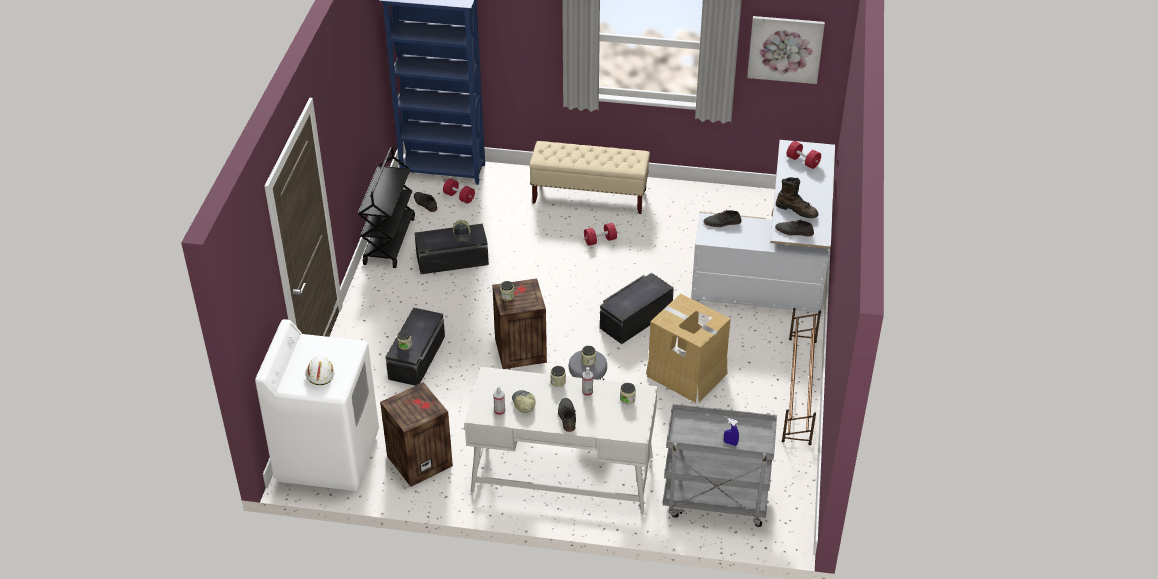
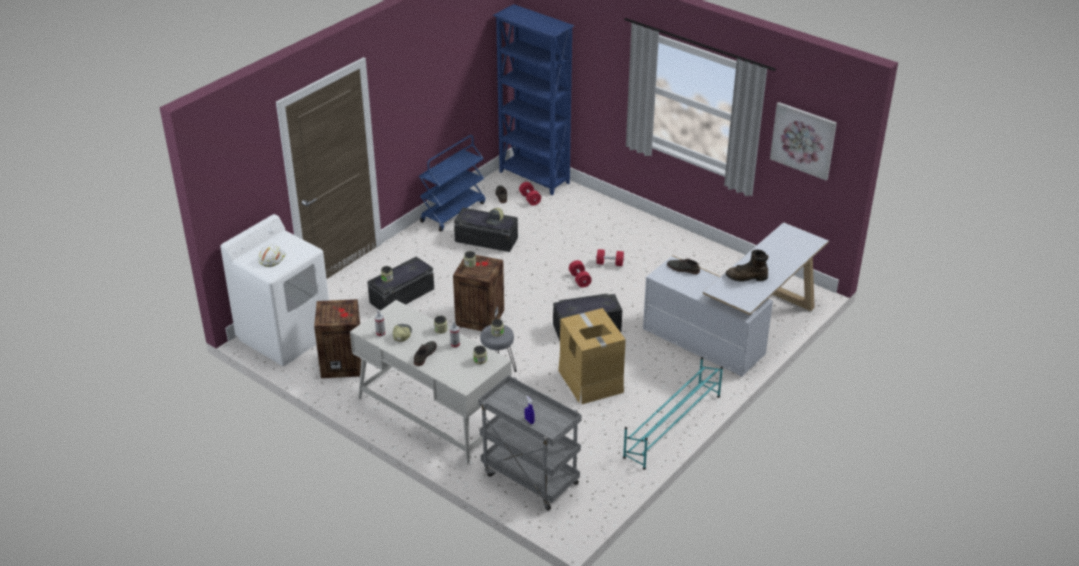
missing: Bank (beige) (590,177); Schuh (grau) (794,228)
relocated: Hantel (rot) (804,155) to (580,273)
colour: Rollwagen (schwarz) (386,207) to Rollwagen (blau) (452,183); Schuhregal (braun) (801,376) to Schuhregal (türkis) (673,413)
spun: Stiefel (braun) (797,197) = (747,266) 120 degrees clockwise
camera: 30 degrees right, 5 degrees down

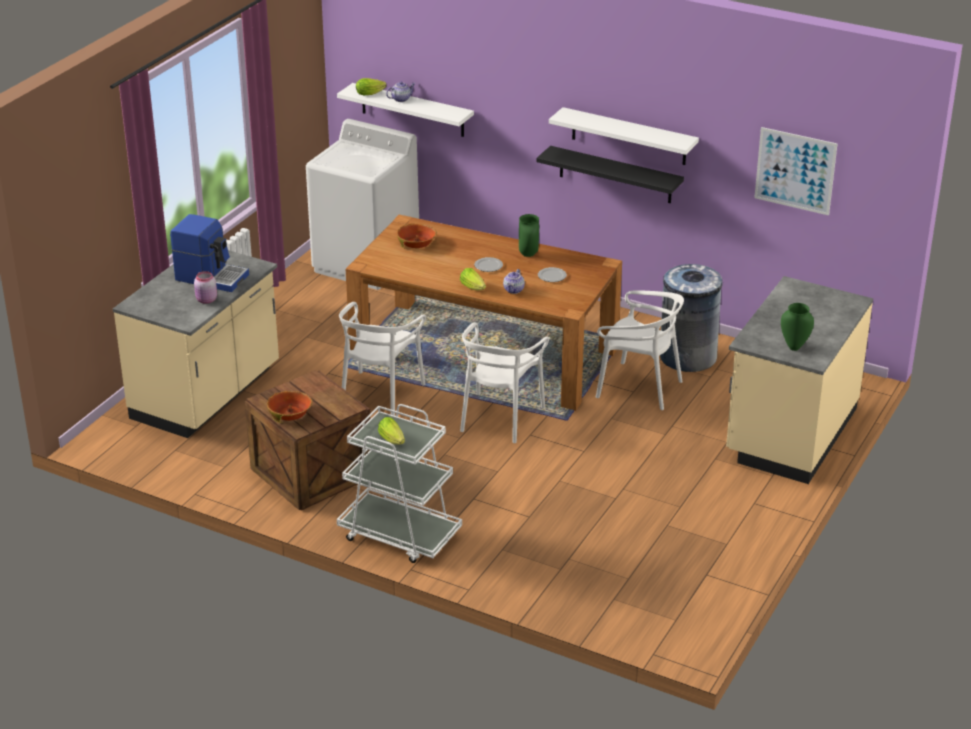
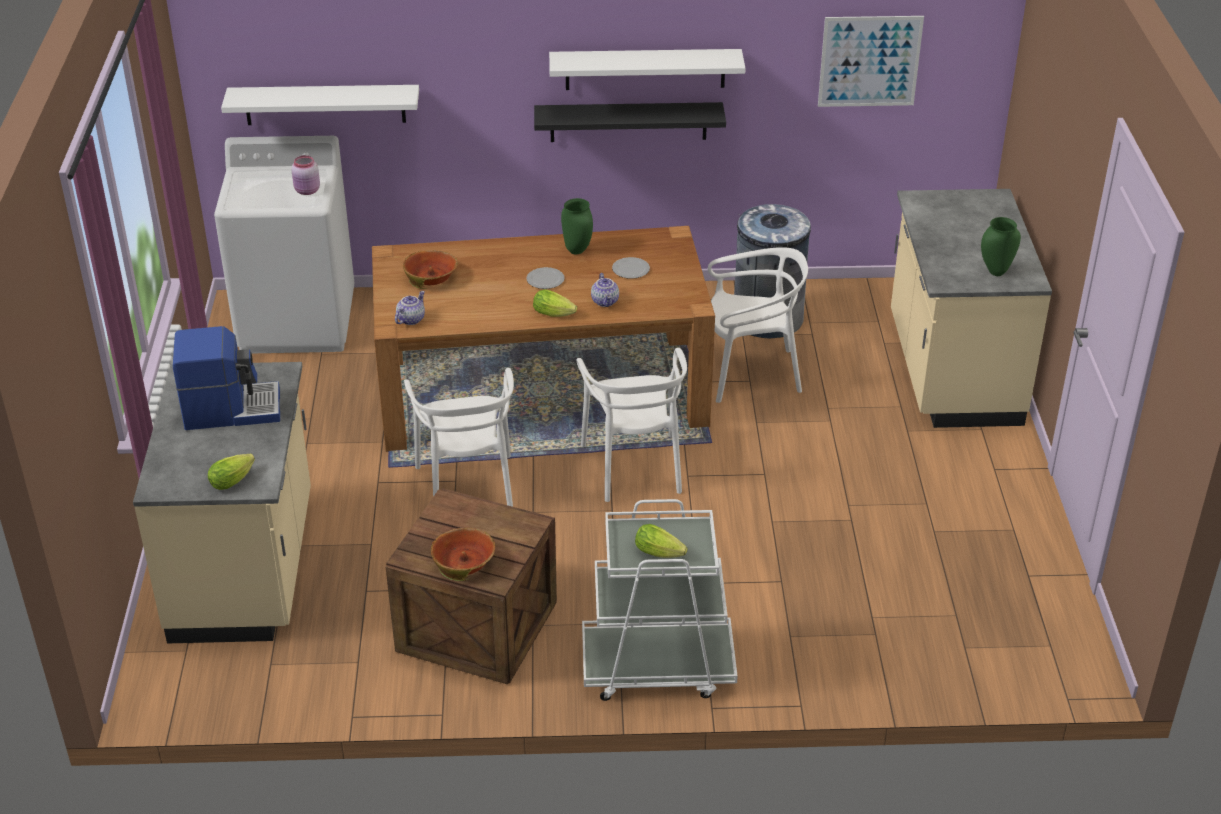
relocated: Salatkopf (371,86) to (231,472); Vorratsglas (rosa) (205,287) to (305,175); Teekanne (401,91) to (410,308)
camera: 30 degrees left, 5 degrees up

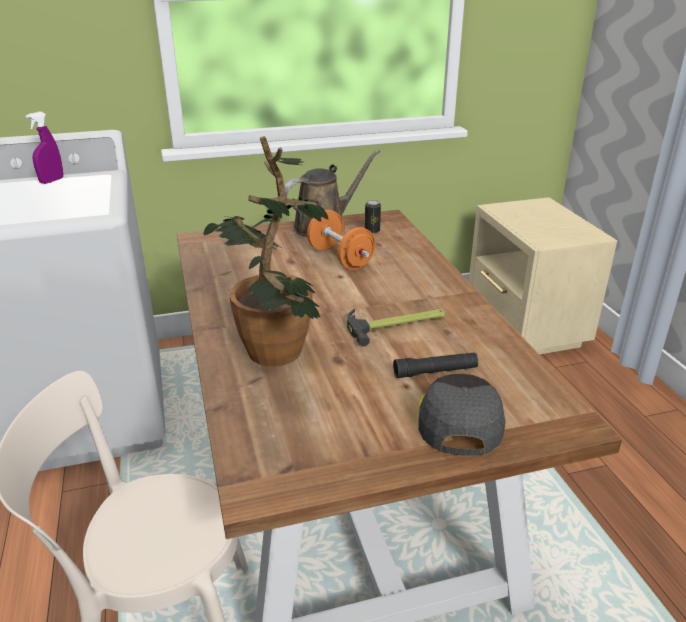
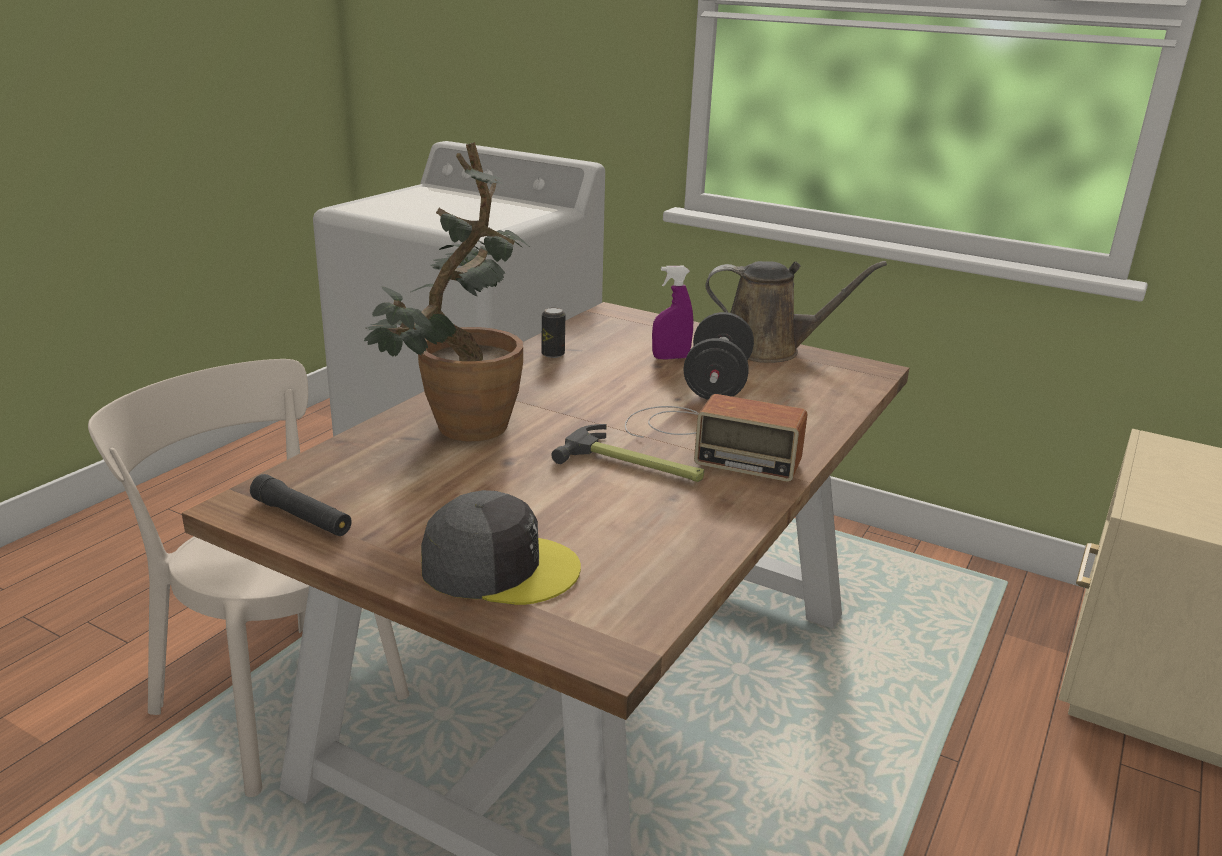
appeared: Radio (716,438)
relocated: Taschenlampe (schwarz) (435,365) to (301,505); Dose (373,217) to (553,332); Sprühflasche (lila) (44,147) to (672,313)
colour: Hantel (orange) (341,240) to Hantel (schwarz) (719,356)
spun: Kappe (grau) (462,415) = (501,547) 45 degrees clockwise
camera: 45 degrees right, 5 degrees down

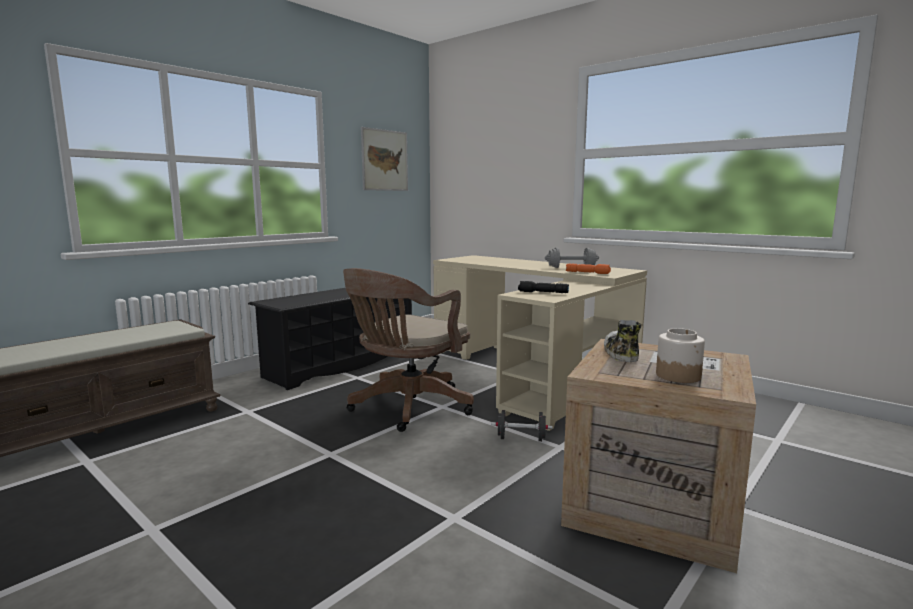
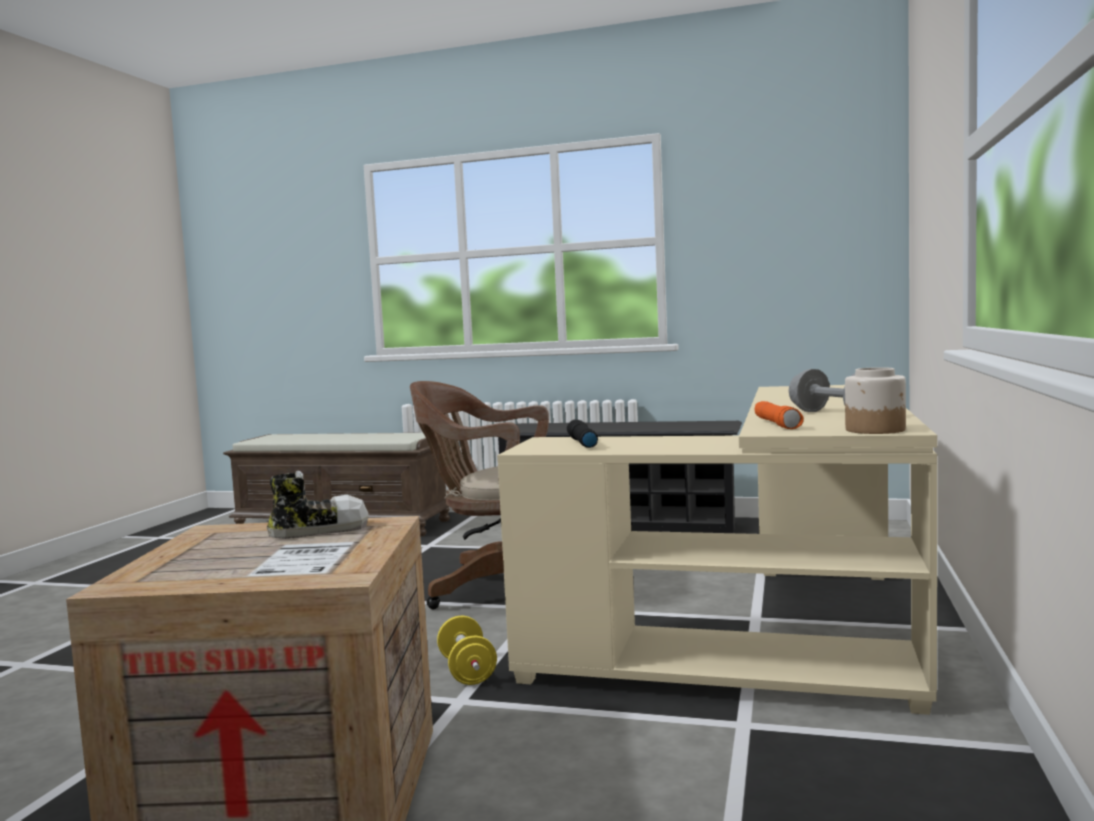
missing: Bild (384,159)
relocated: Vorratsglas (680,355) to (875,400)
colour: Hantel (schwarz) (522,426) to Hantel (gelb) (467,650)
camera: 65 degrees right, 5 degrees down

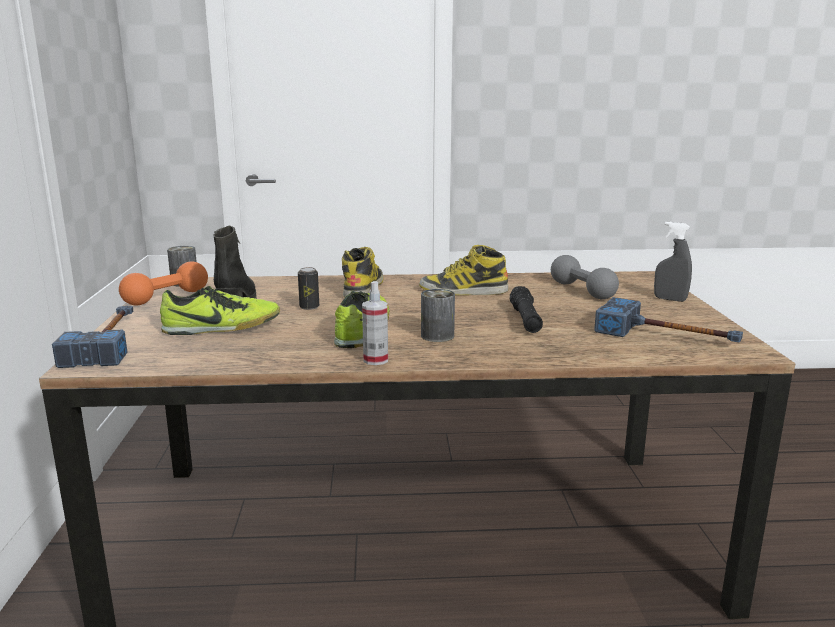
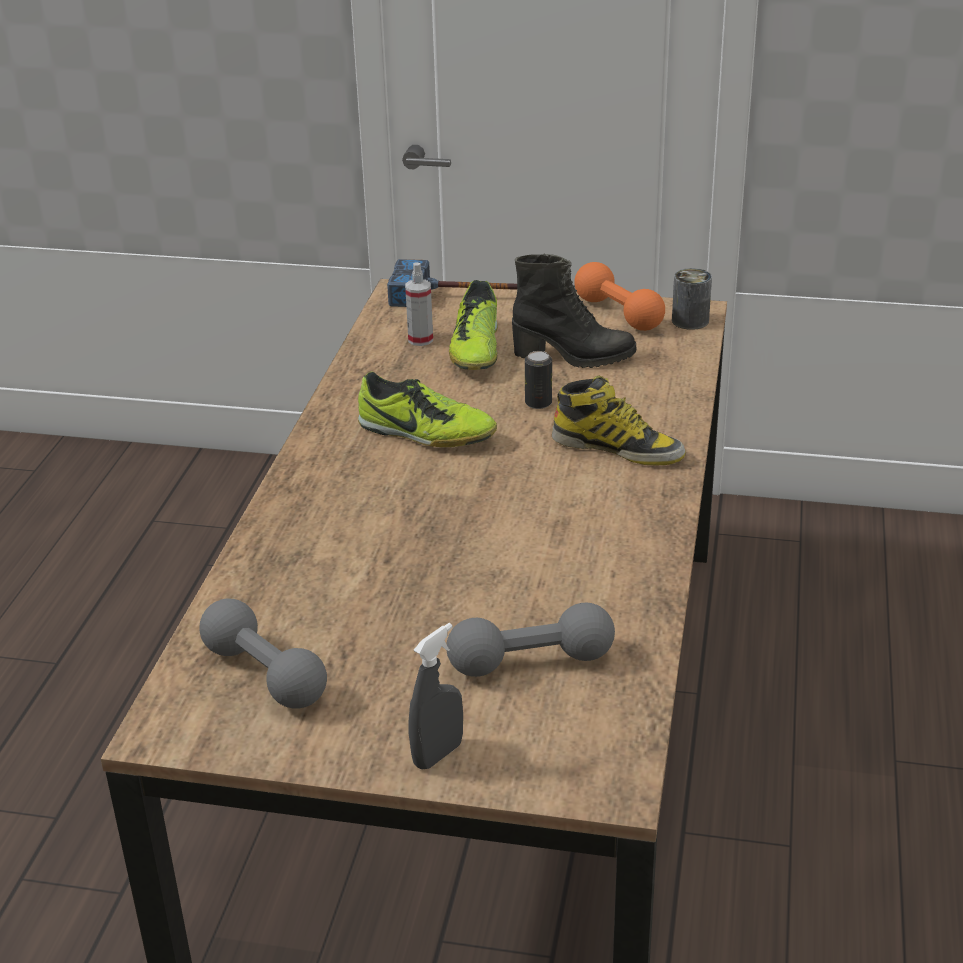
missing: Stiefel (464,270); Dose (438,315); Taschenlampe (schwarz) (526,309)
relocated: Sprühflasche (375,323) to (419,304)
exchanged: Hammer (668,320) to Hantel (grau) (263,654)
camera: 105 degrees right, 15 degrees up

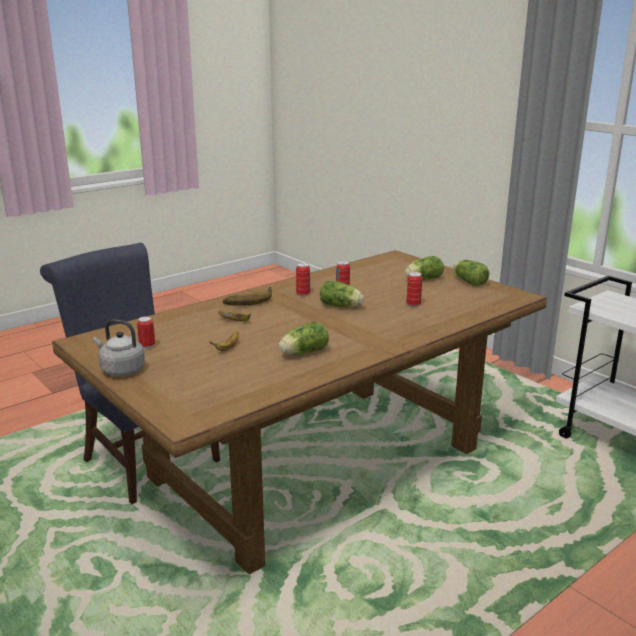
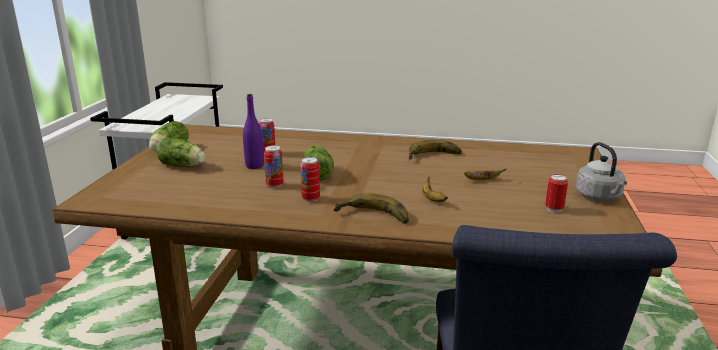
appeared: Flasche (lila) (253,131)
exchanged: Salatkopf (304,338) to Banane (435,150)
camera: 130 degrees left, 0 degrees up

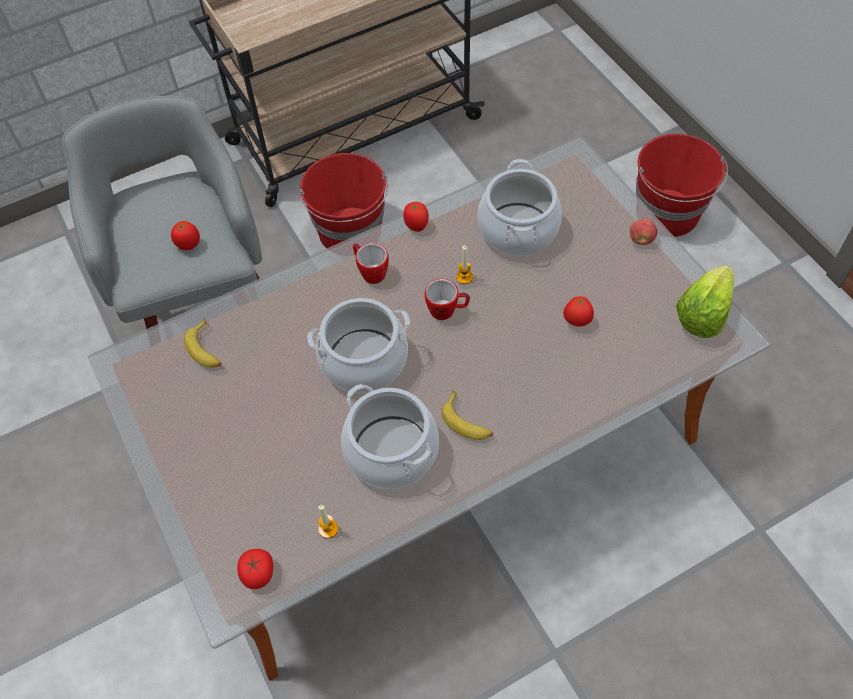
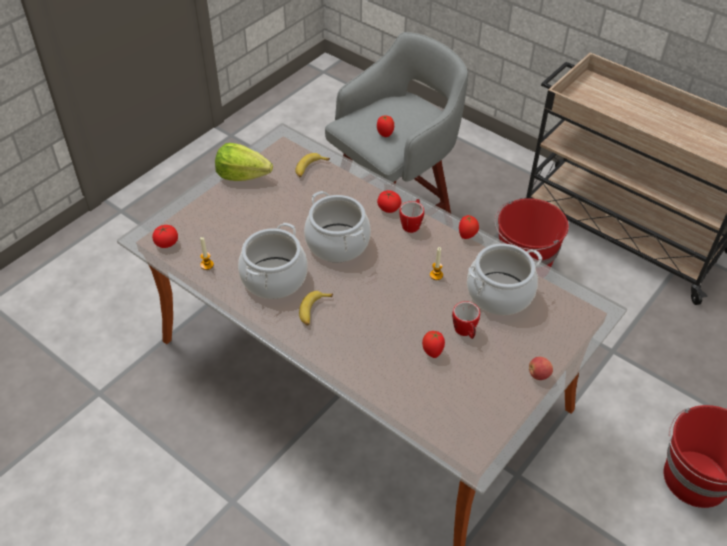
appeared: Tomate (389,201)
relocated: Salatkopf (705,302) to (244,162); Henkelbecher (447,299) to (466,320)
camera: 65 degrees right, 10 degrees down

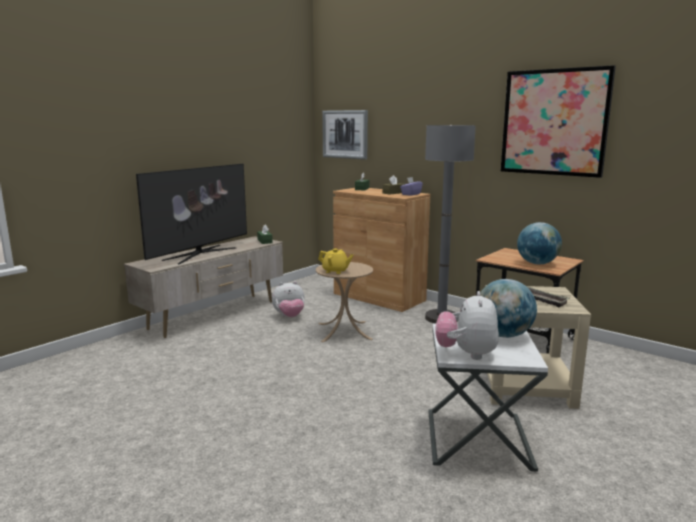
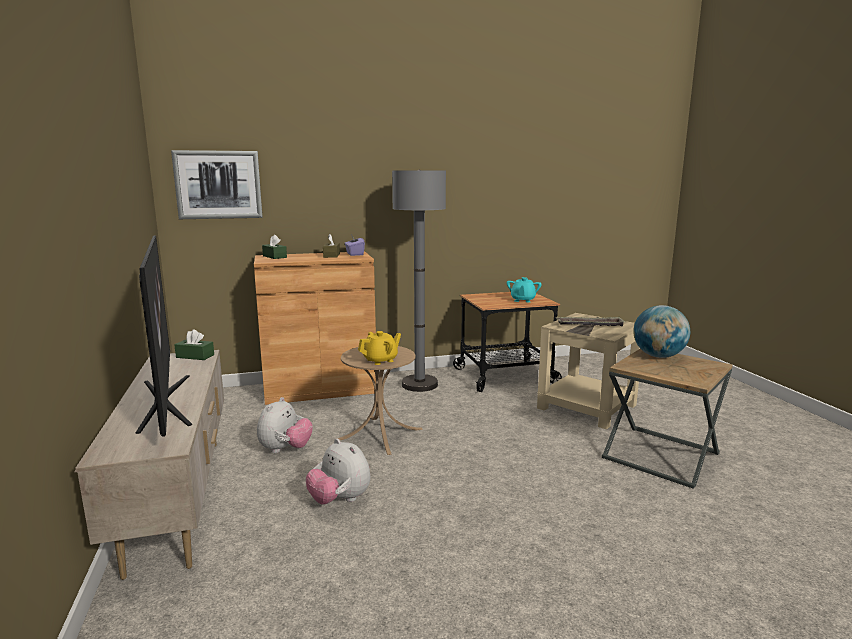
missing: Bild (558,121)
relocated: Plüschtier (467,325) to (338,471)
exchanged: Globus (539,243) to Teekanne (türkis) (524,289)
colour: Beistelltisch (weiß) (488,398) to Beistelltisch (braun) (667,419)
camera: 55 degrees left, 0 degrees up

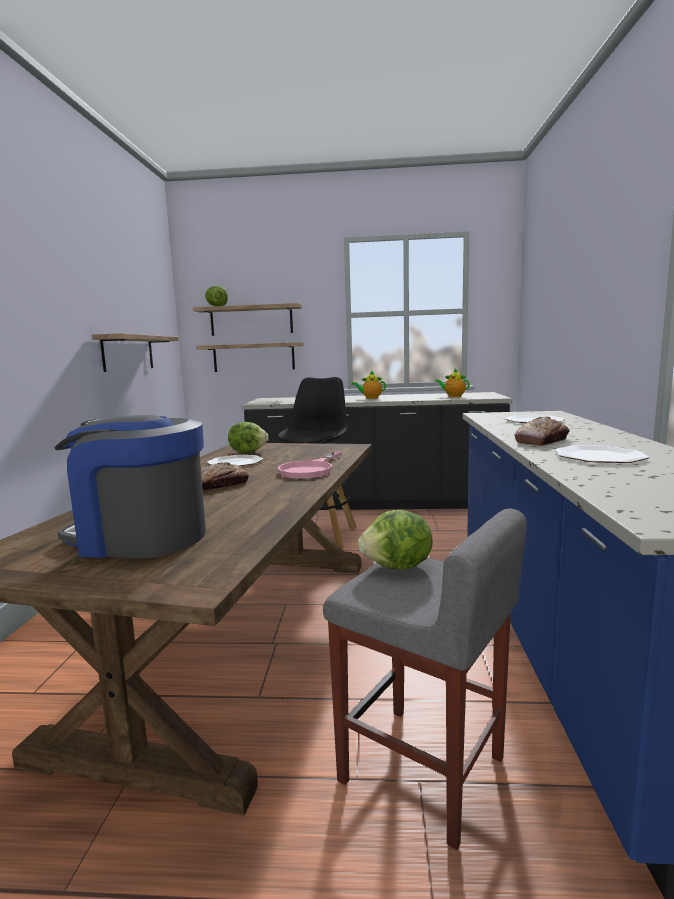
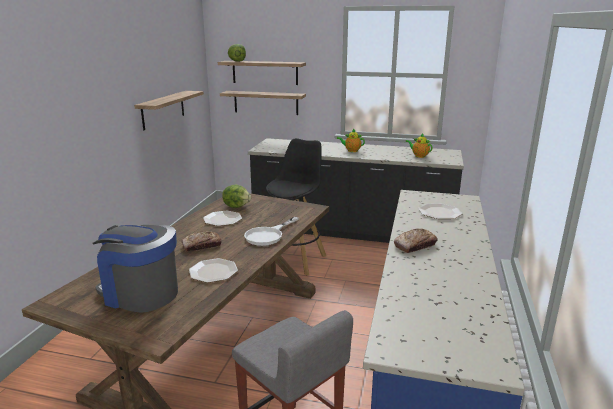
missing: Salatkopf (395,540)
relocated: Teller (602,454) to (213,270)
colour: Pfanne (rosa) (310,465) to Pfanne (weiß) (271,231)
camera: 10 degrees right, 10 degrees up

